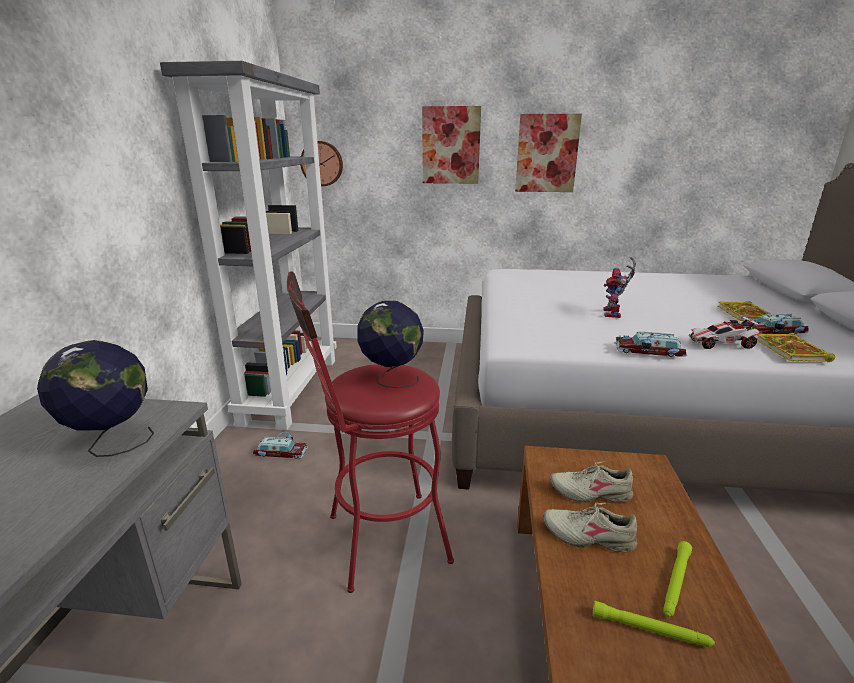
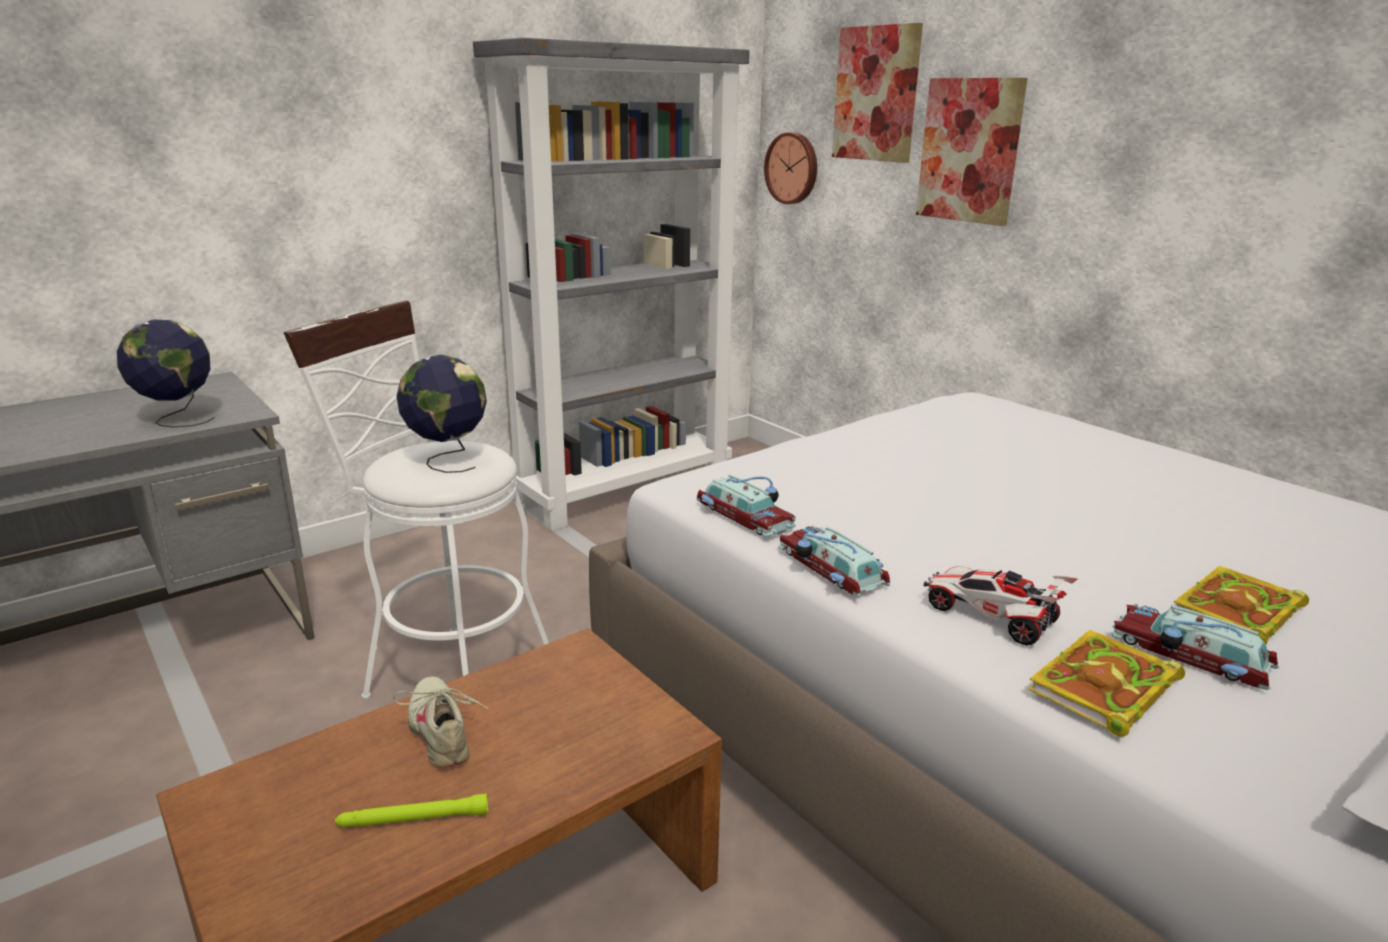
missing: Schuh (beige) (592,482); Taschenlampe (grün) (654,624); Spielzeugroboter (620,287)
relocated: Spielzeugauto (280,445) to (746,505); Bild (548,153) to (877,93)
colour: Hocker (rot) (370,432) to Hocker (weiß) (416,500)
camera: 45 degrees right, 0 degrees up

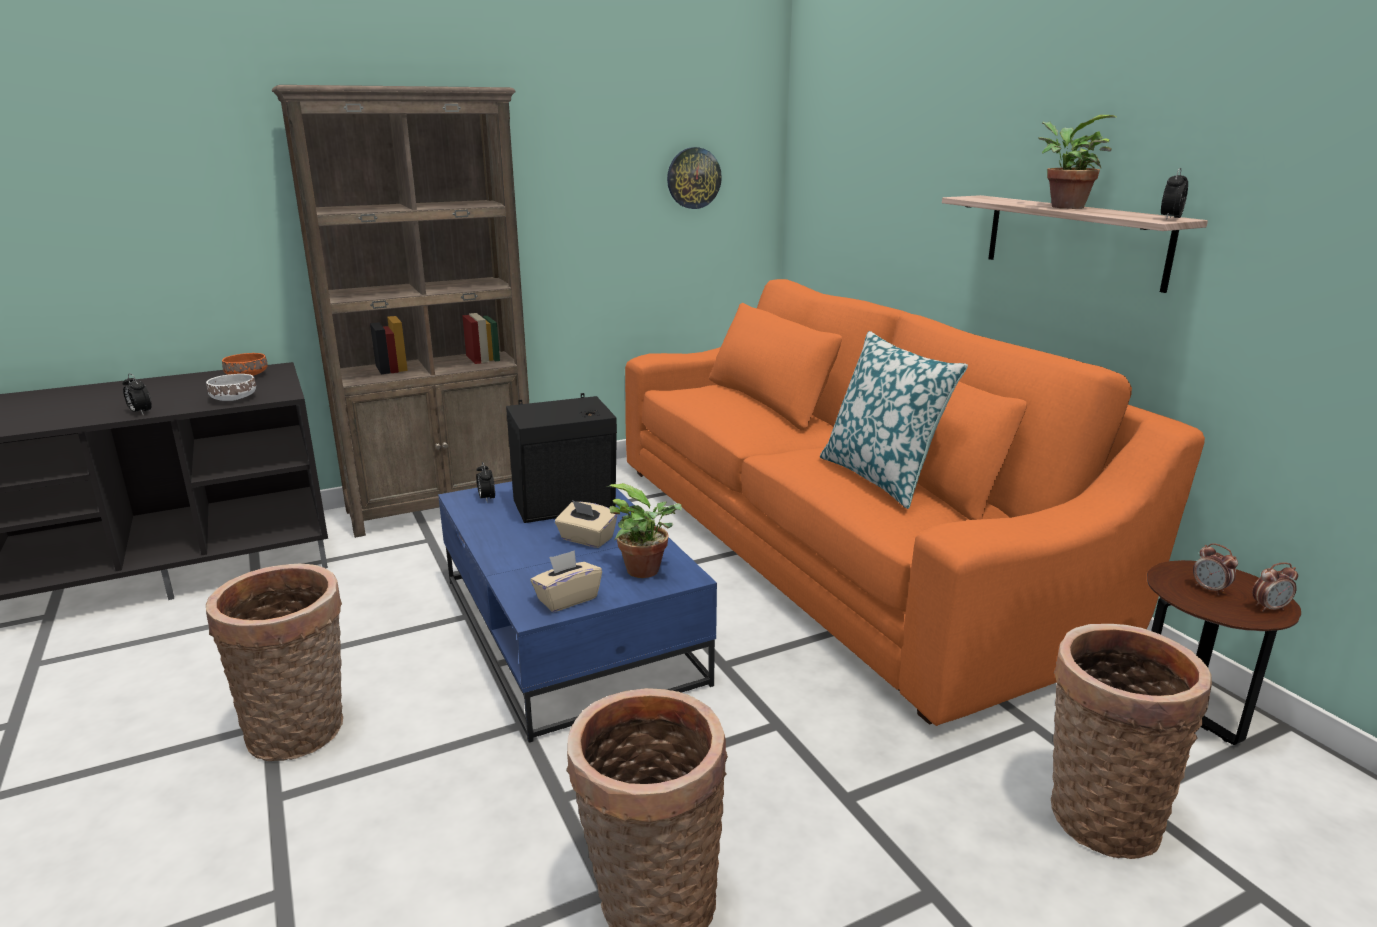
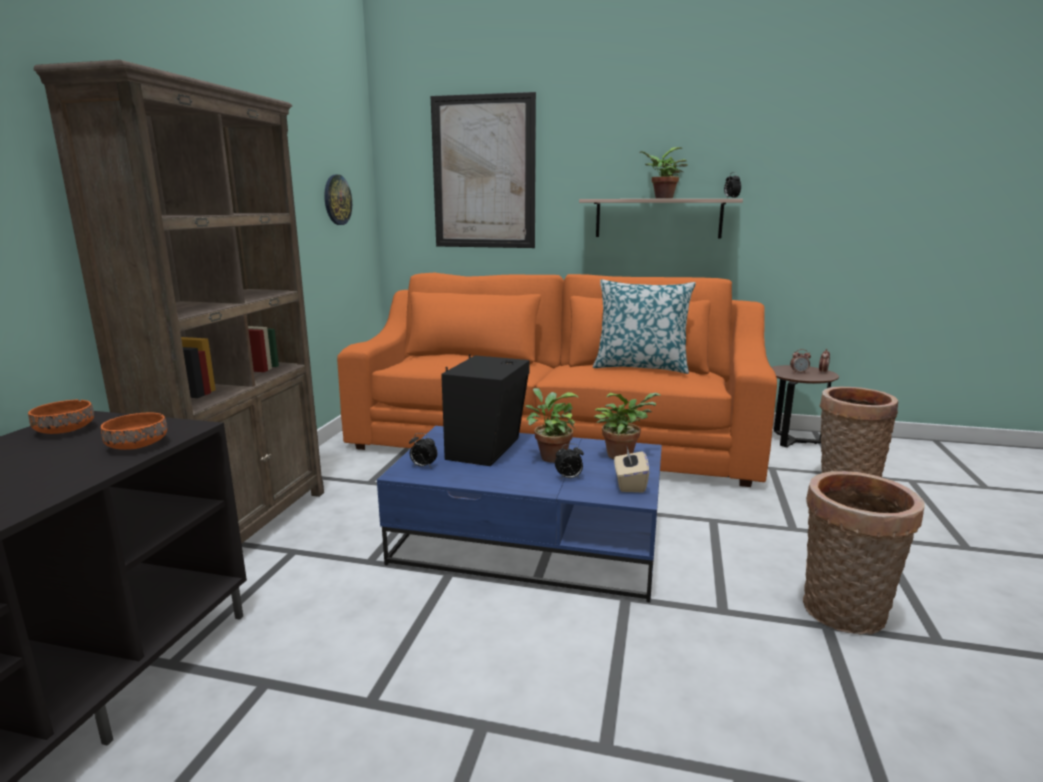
missing: Korb (274,662)
appeared: Bild (483,170)
relocated: Wecker (137,394) to (569,462)
exchanged: Taschentuchbox (beige) (586,524) to Topfpflanze (552,425)
colour: Schüssel (weiß) (231,387) to Schüssel (orange) (134,431)
camera: 50 degrees left, 5 degrees down

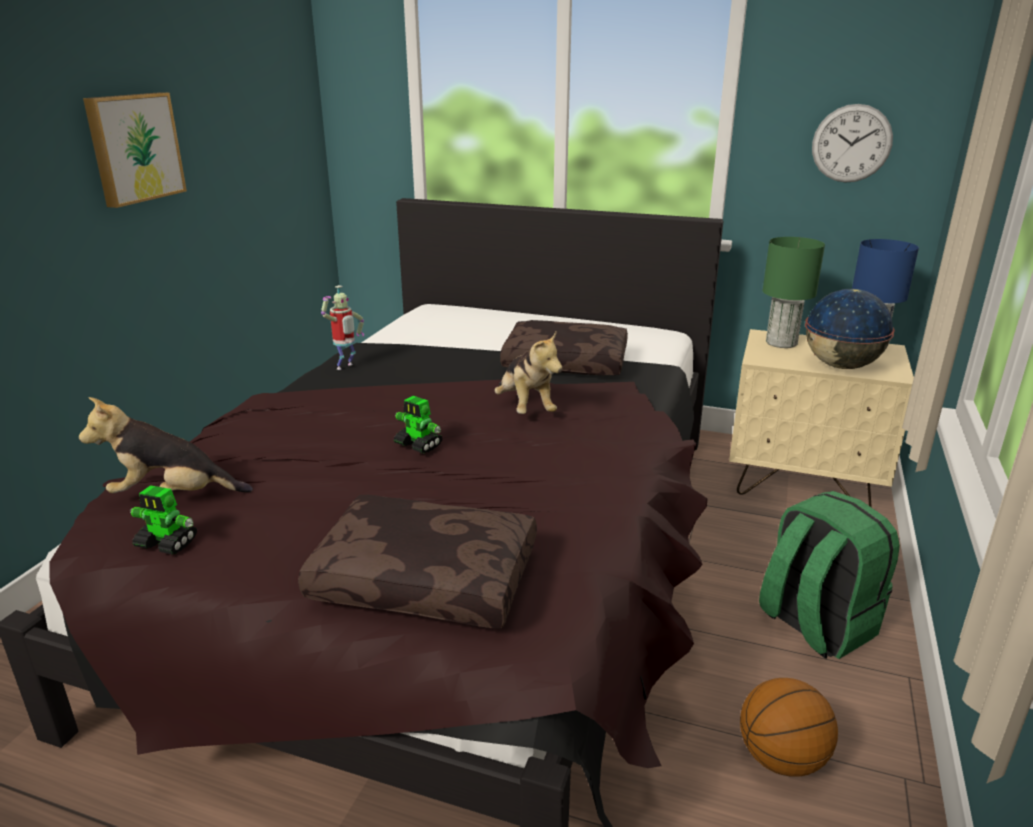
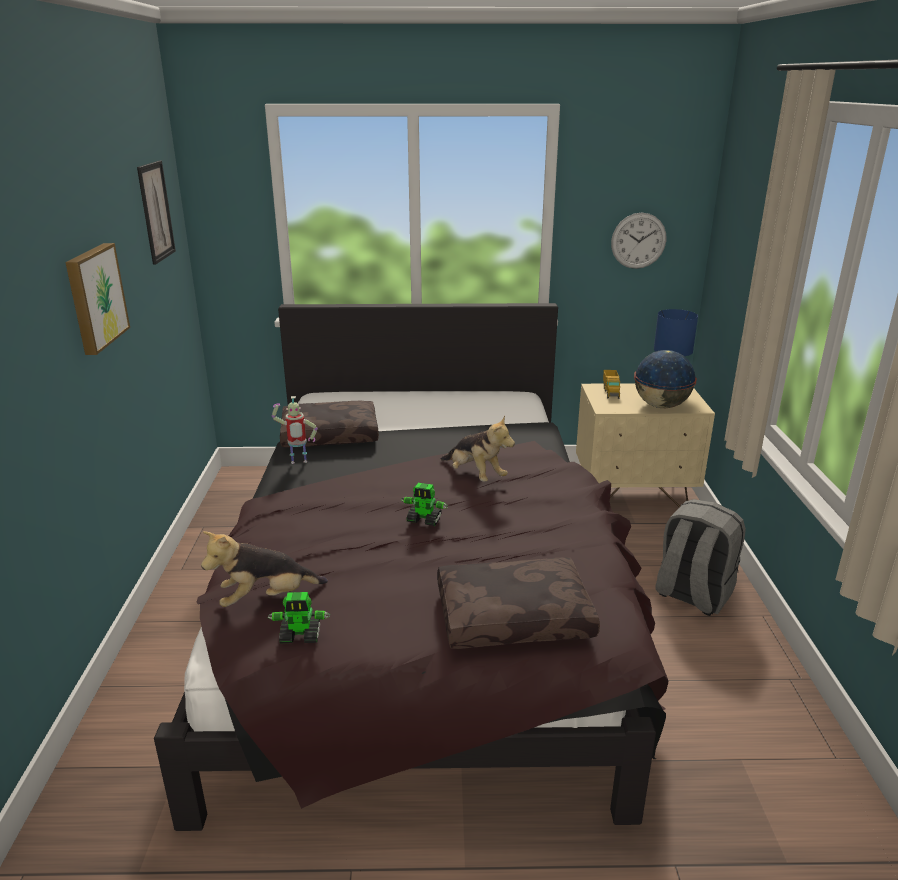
missing: Basketball (789,727)
appeared: Bild (156,213)
relocated: Kissen (braun) (564,347) to (329,424)
exchanged: Tischlampe (grün) (794,292) to Spielzeuglaster (611,384)
colour: Rucksack (grün) (829,575) to Rucksack (grau) (700,557)
spun: Spielzeugroboter (342,327) = (295,430) 60 degrees clockwise
camera: 20 degrees left, 0 degrees up

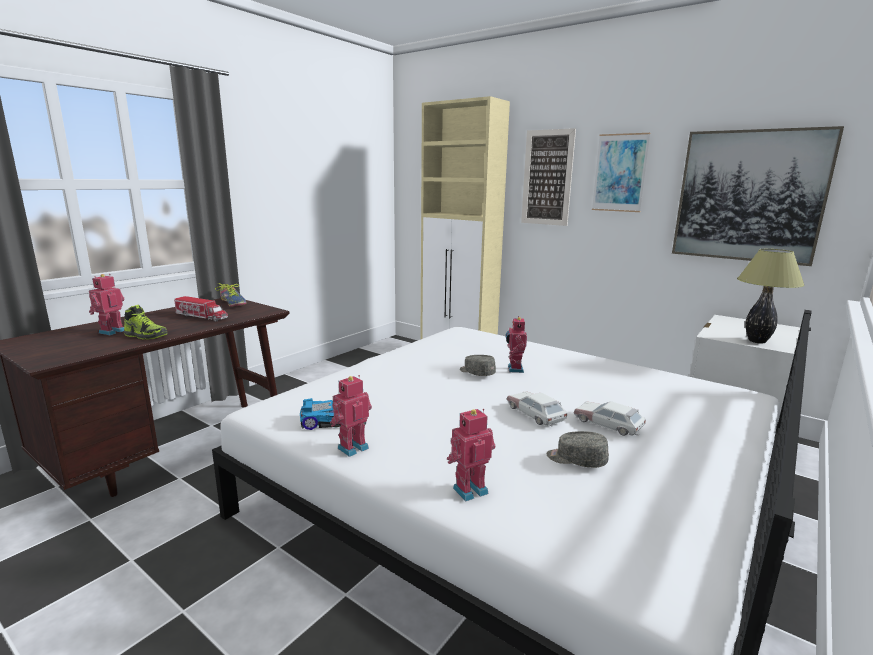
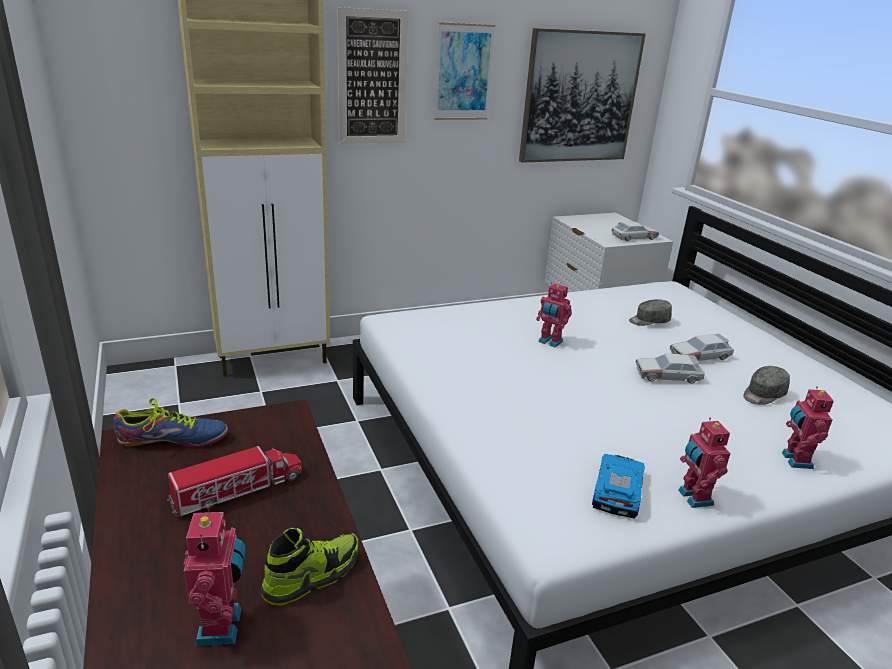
relocated: Kappe (grau) (478,365) to (650,312)
exchanged: Tischlampe (771,296) to Spielzeugauto (635,231)
spun: Spielzeugroboter (106,304) = (214,576) 150 degrees counterclockwise
camera: 60 degrees left, 10 degrees up

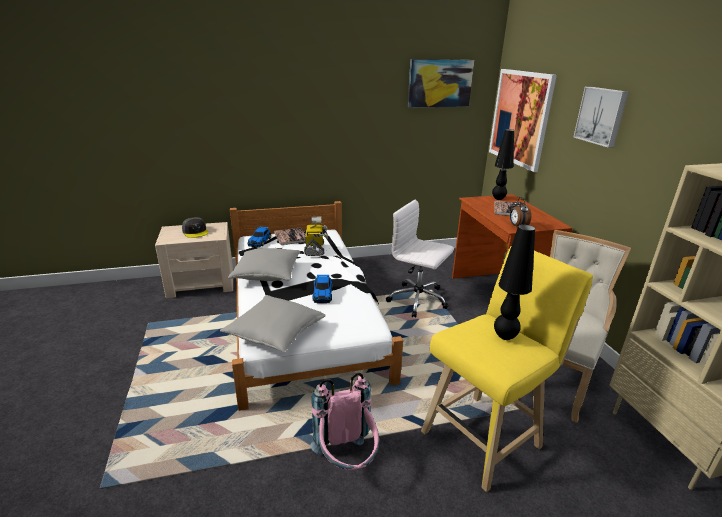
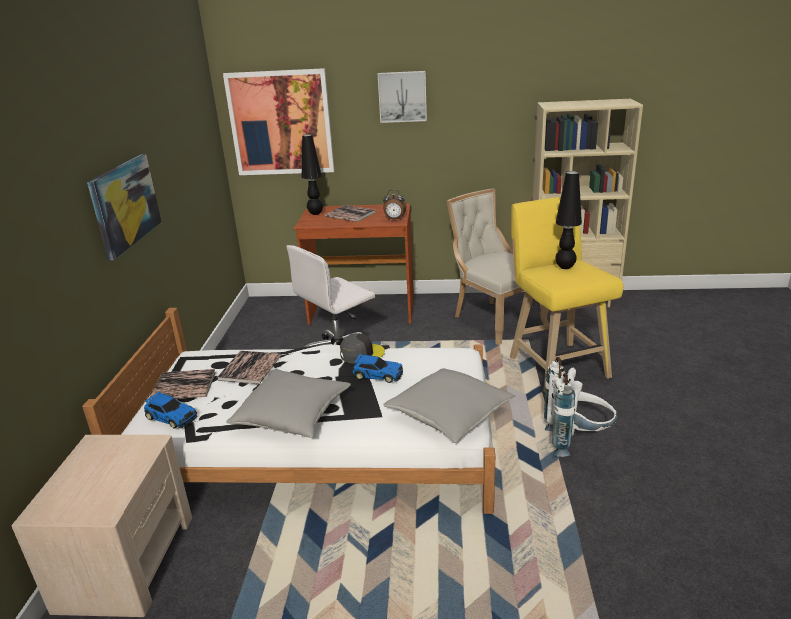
relocated: Bild (441,83) to (124,207); Kappe (grau) (195,227) to (362,348)
exchanged: Spielzeugroboter (316,236) to Buch (249,367)
colour: Rucksack (rosa) (344,421) to Rucksack (weiß) (581,407)
camera: 70 degrees left, 0 degrees up

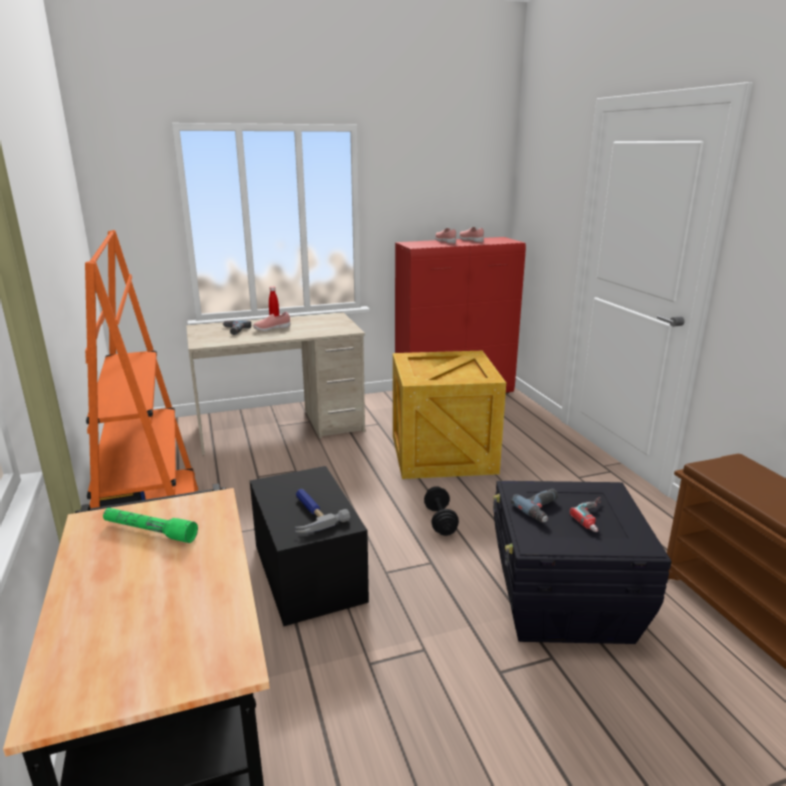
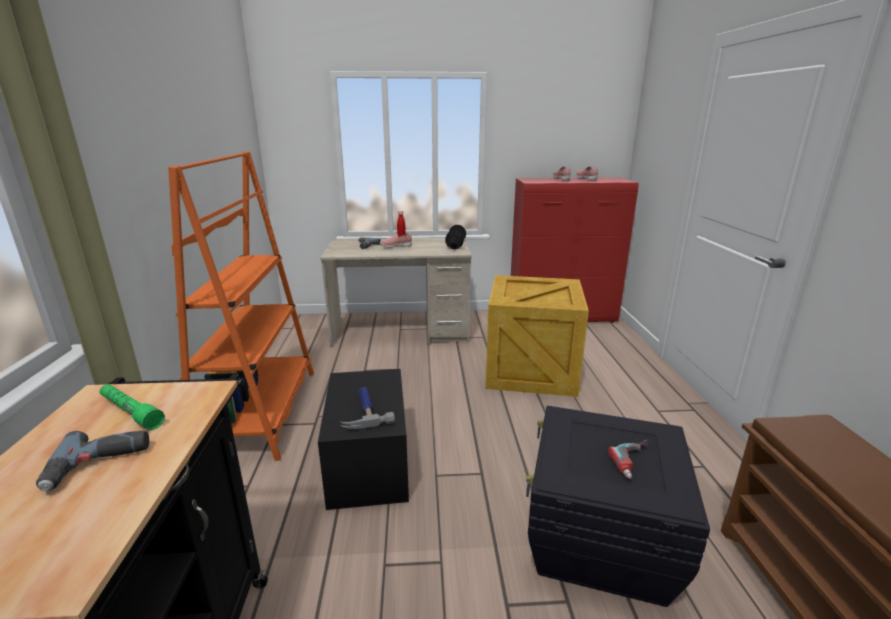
relocated: Bohrmaschine (534,506) to (92,460); Hantel (schwarz) (441,511) to (455,237)
camera: 15 degrees right, 0 degrees up

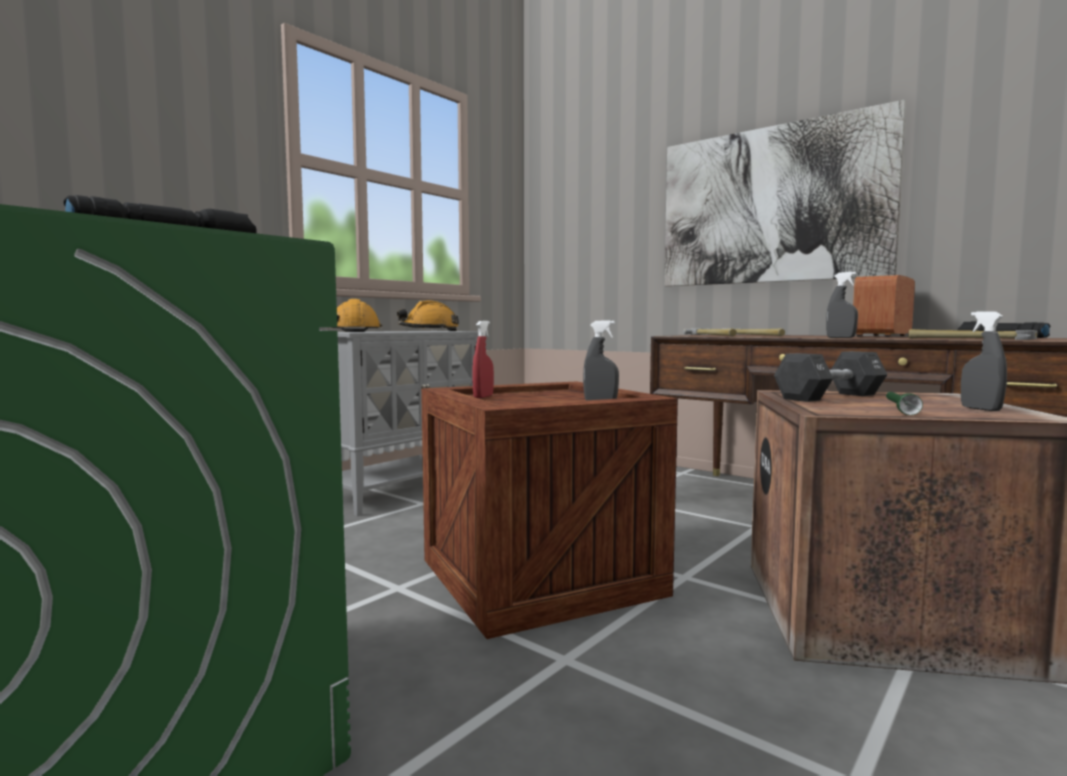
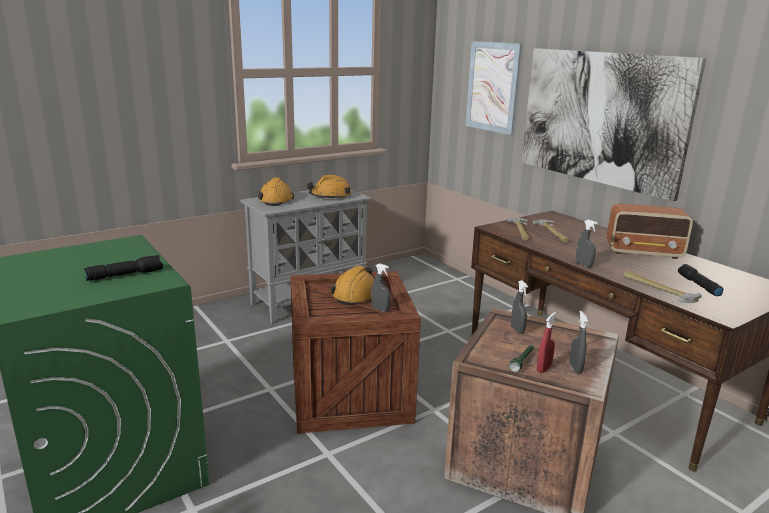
appeared: Schutzhelm (orange) (352,286); Bild (493,88)
relocated: Sprühflasche (rot) (483,359) to (547,342)
exchanged: Hantel (schwarz) (830,376) to Sprühflasche (grau) (519,307)
spun: Radio (884,306) = (650,231) 135 degrees counterclockwise
camera: 15 degrees right, 15 degrees up

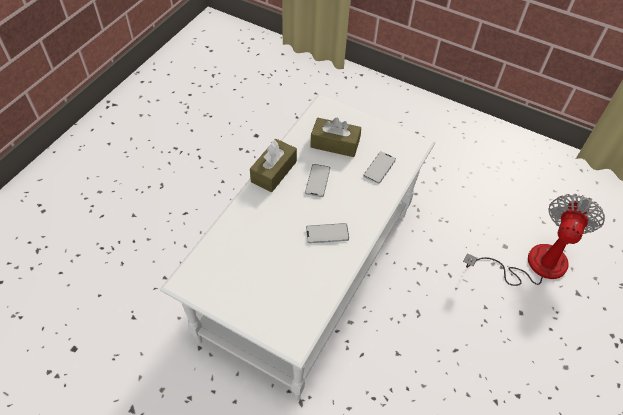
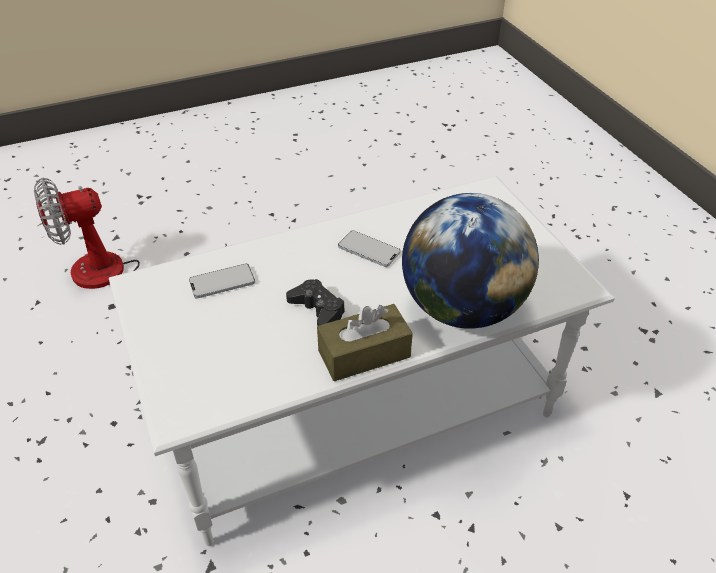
missing: Taschentuchbox (braun) (335,137)
appeared: Globus (470,261)
exchanged: Handy (317,180) to Gamepad (schwarz) (315,302)
camera: 140 degrees left, 10 degrees down

